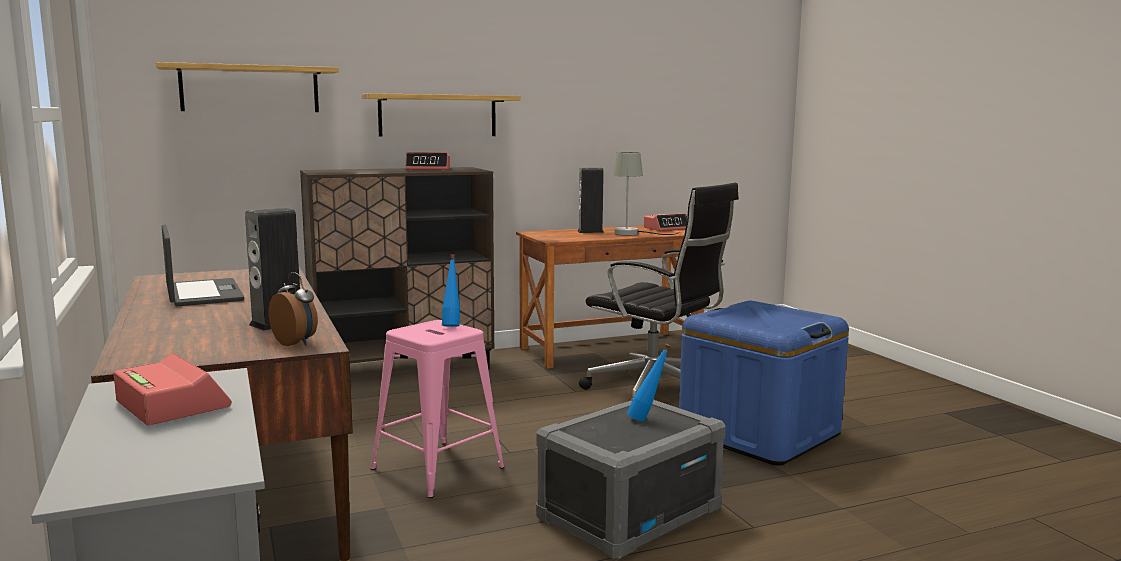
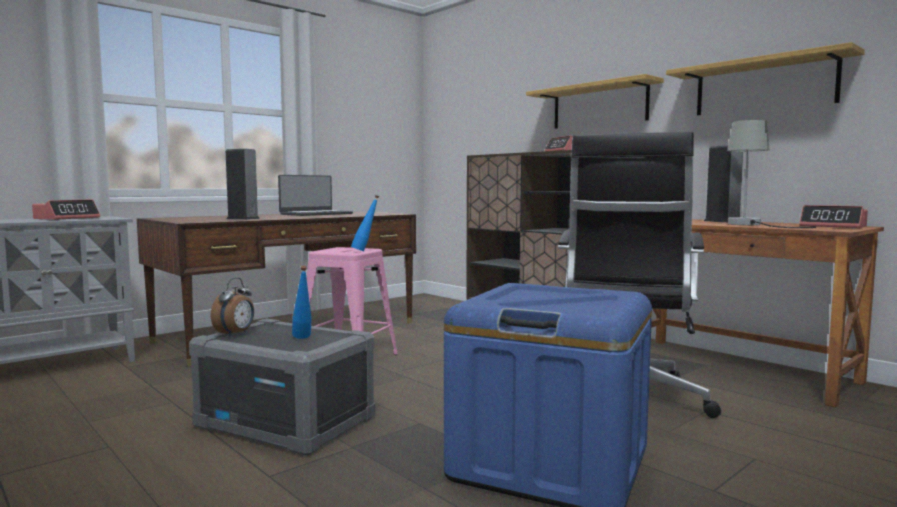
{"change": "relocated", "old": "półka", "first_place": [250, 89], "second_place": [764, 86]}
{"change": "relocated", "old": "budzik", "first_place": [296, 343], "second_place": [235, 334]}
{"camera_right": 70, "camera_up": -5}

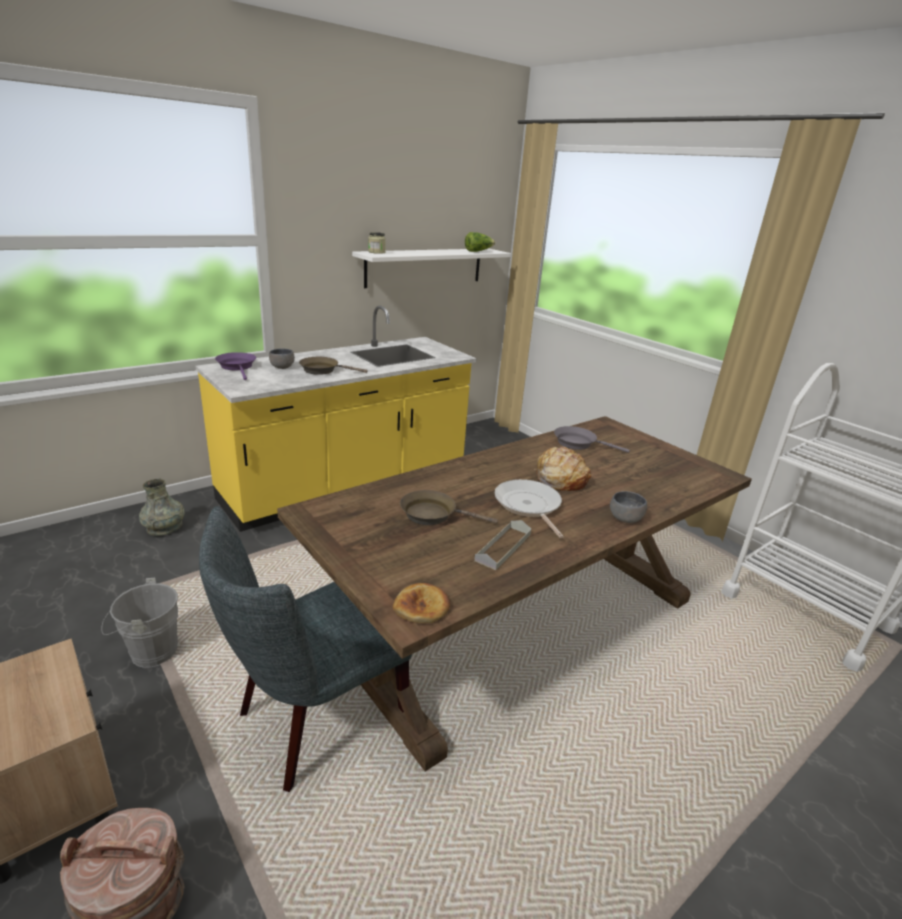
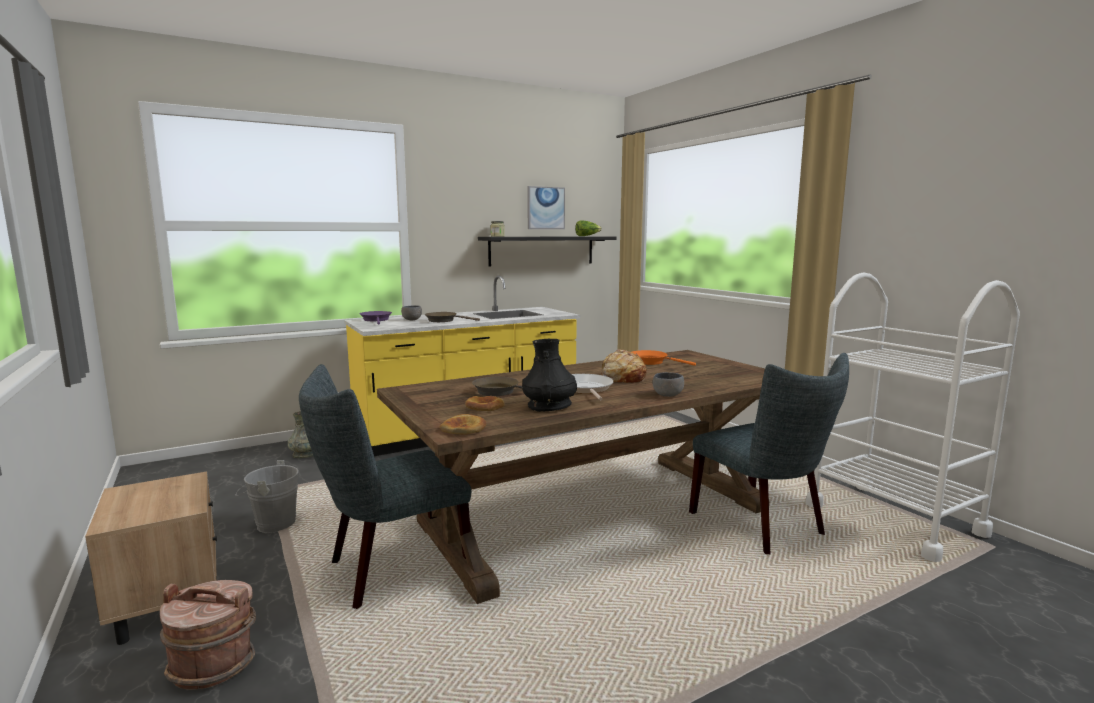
{"change": "appeared", "new": "chleb", "second_place": [485, 407]}
{"change": "appeared", "new": "obraz", "second_place": [545, 208]}
{"change": "appeared", "new": "krzesło [szary]", "second_place": [763, 526]}
{"change": "exchanged", "old": "taca [szary]", "new": "wazon [czarny]", "first_place": [503, 547], "second_place": [549, 406]}
{"change": "colour", "old": "półka [biały]", "new": "półka [czarny]", "first_place": [425, 267], "second_place": [542, 250]}
{"change": "colour", "old": "patelnia [szary]", "new": "patelnia [pomarańczowy]", "first_place": [578, 443], "second_place": [652, 362]}
{"camera_right": 10, "camera_up": -15}

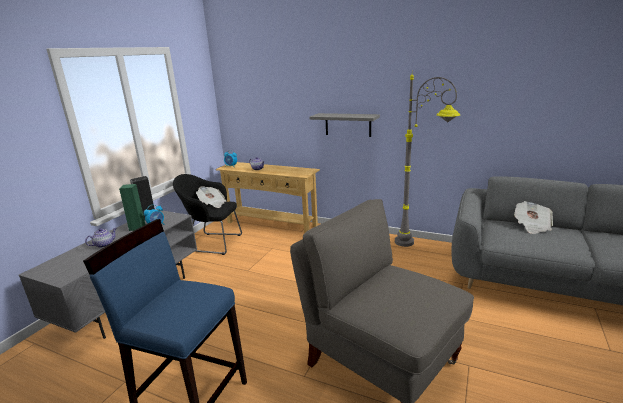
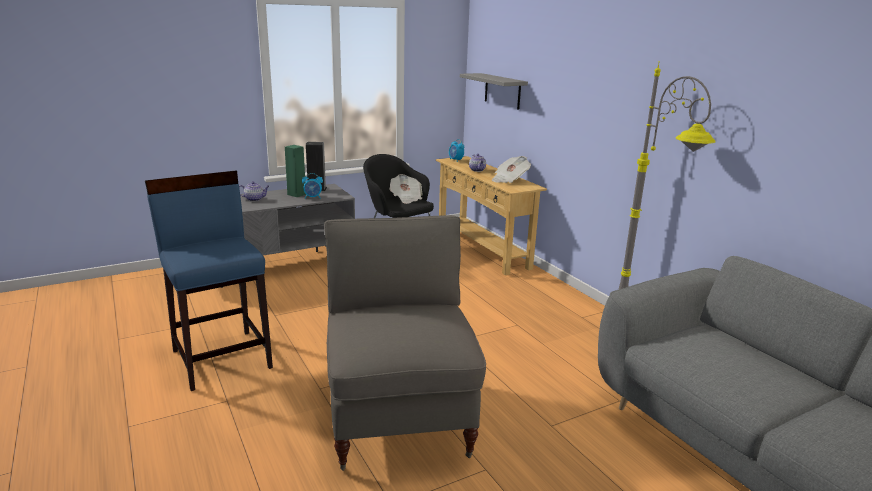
{"change": "relocated", "old": "półka [szary]", "first_place": [348, 124], "second_place": [502, 91]}
{"change": "relocated", "old": "gazeta", "first_place": [532, 226], "second_place": [509, 180]}
{"camera_right": 35, "camera_up": 0}

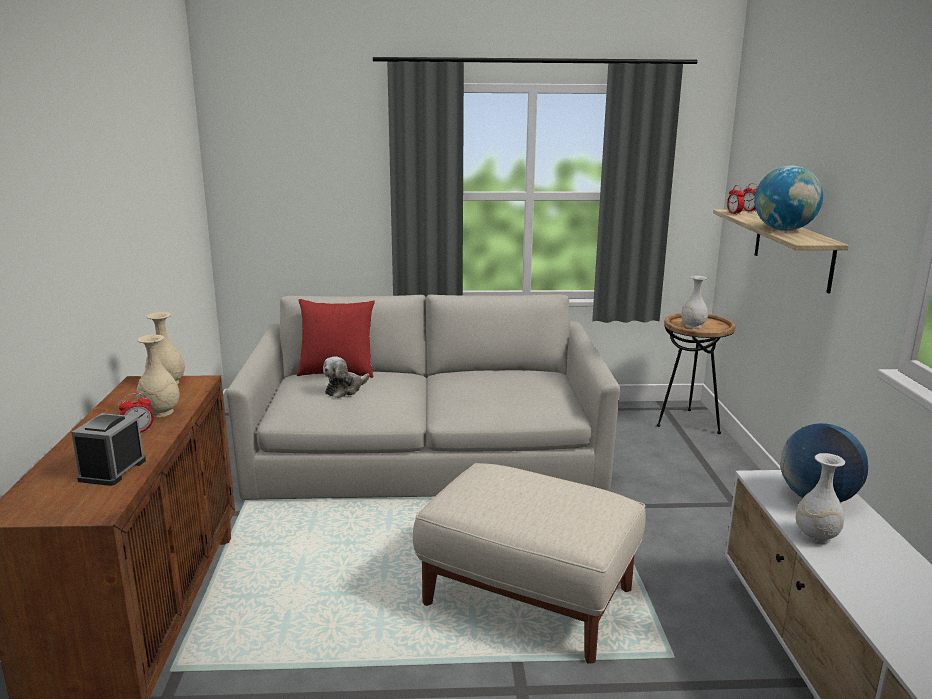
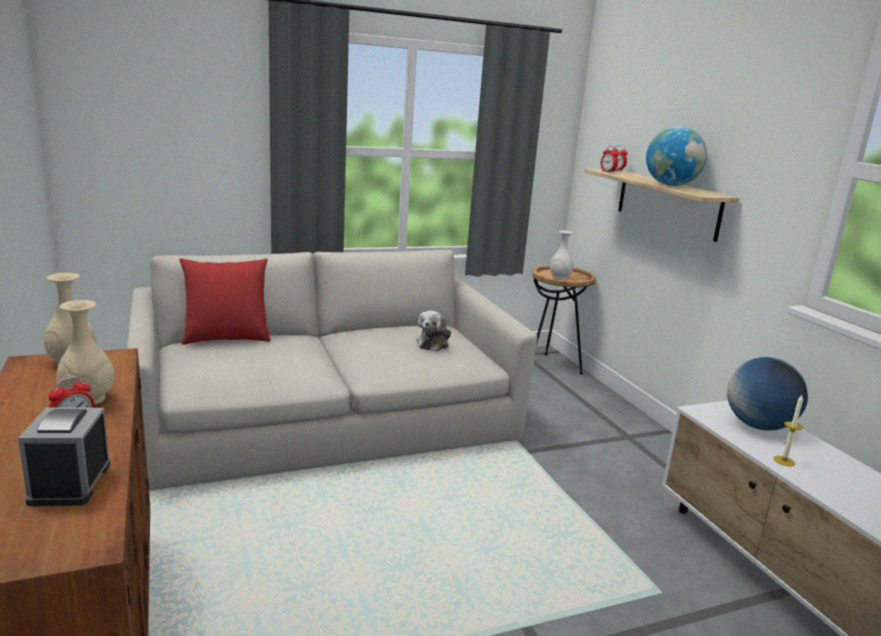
{"change": "missing", "old": "pufa [beżowy]", "first_place": [528, 597]}
{"change": "relocated", "old": "pluszak", "first_place": [345, 390], "second_place": [433, 343]}
{"change": "exchanged", "old": "wazon [biały]", "new": "świeca", "first_place": [815, 536], "second_place": [784, 461]}
{"camera_right": -20, "camera_up": 0}

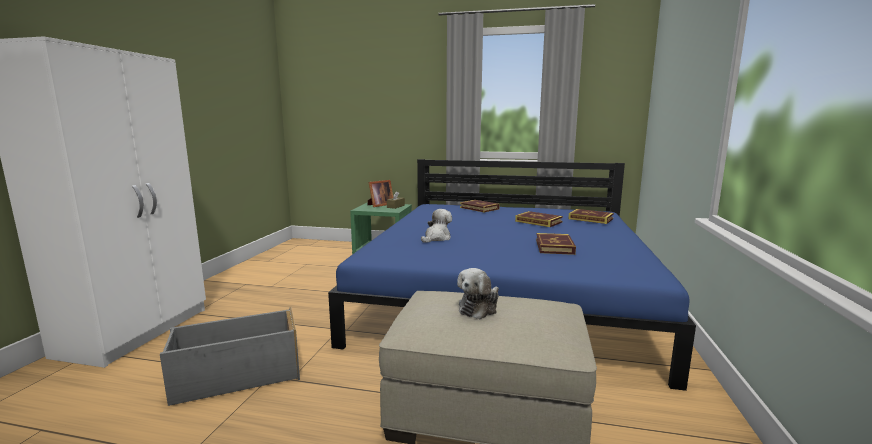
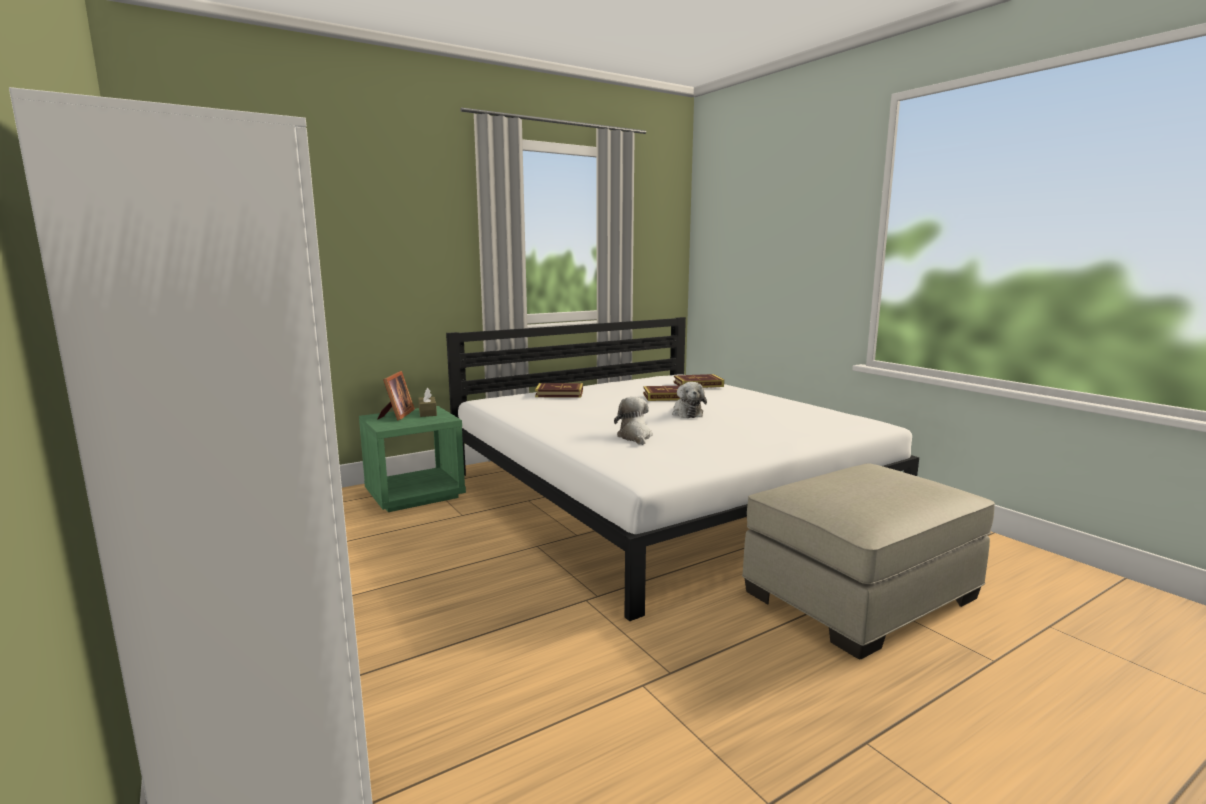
{"change": "missing", "old": "pojemnik do przechowywania [szary]", "first_place": [237, 377]}
{"change": "missing", "old": "książka", "first_place": [554, 247]}
{"change": "relocated", "old": "pluszak", "first_place": [479, 307], "second_place": [687, 413]}
{"change": "colour", "old": "łóżko [niebieski]", "new": "łóżko [biały]", "first_place": [506, 295], "second_place": [663, 494]}
{"camera_right": -45, "camera_up": 0}

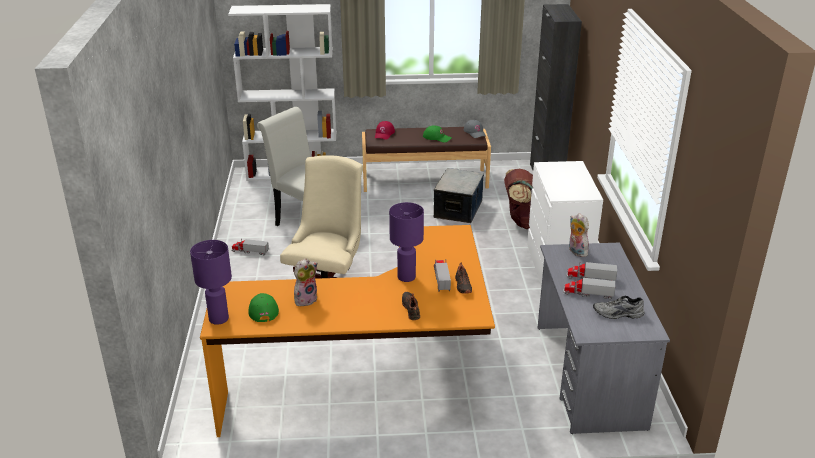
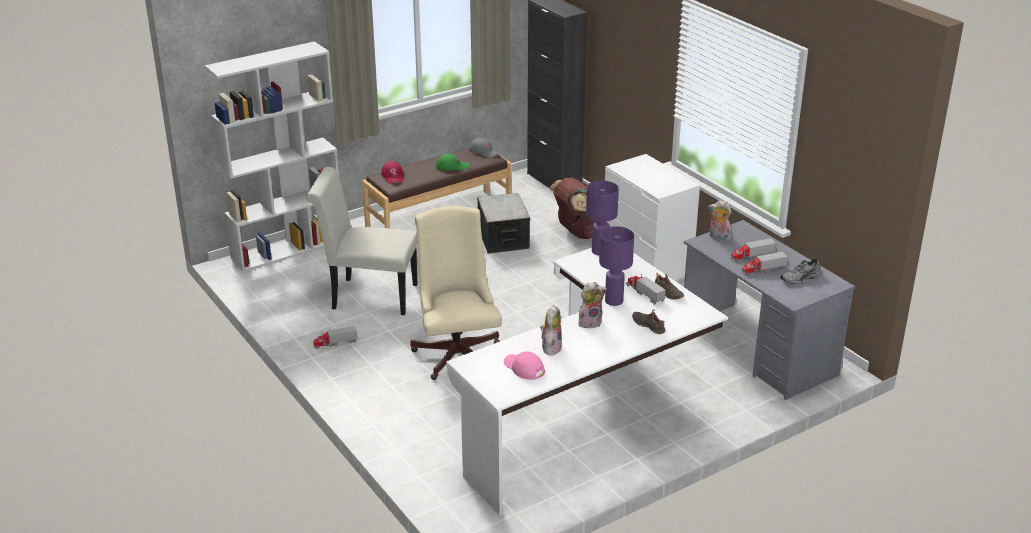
{"change": "appeared", "new": "pluszak", "second_place": [590, 322]}
{"change": "relocated", "old": "lampa stołowa [fioletowy]", "first_place": [218, 319], "second_place": [600, 252]}
{"change": "colour", "old": "biurko [pomarańczowy]", "new": "biurko [biały]", "first_place": [373, 384], "second_place": [590, 421]}
{"change": "colour", "old": "czapka z daszkiem [zielony]", "new": "czapka z daszkiem [różowy]", "first_place": [263, 309], "second_place": [523, 368]}
{"camera_right": -30, "camera_up": 0}

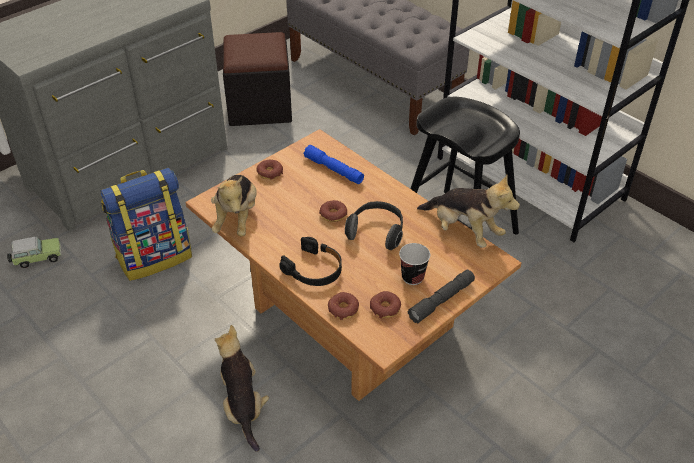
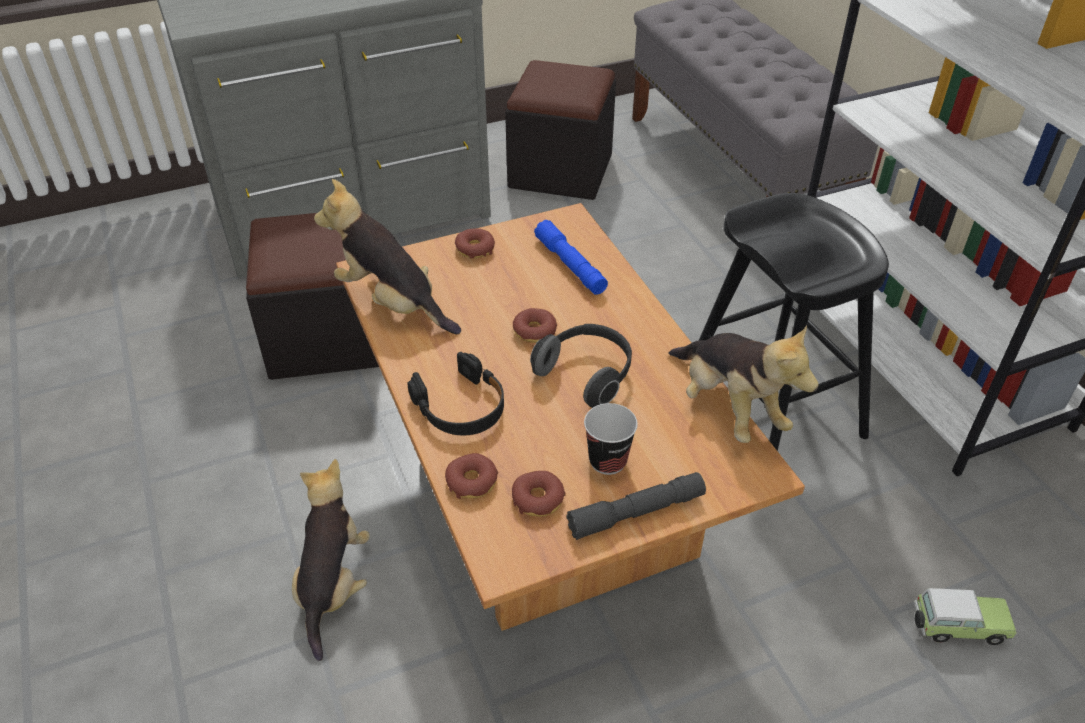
{"change": "relocated", "old": "samochodzik", "first_place": [37, 258], "second_place": [956, 626]}
{"change": "exchanged", "old": "plecak", "new": "pufa [czarny]", "first_place": [155, 256], "second_place": [325, 337]}
{"change": "spun", "old": "pluszak", "first_place": [237, 218], "second_place": [392, 302], "degrees": 105}
{"camera_right": 20, "camera_up": 0}

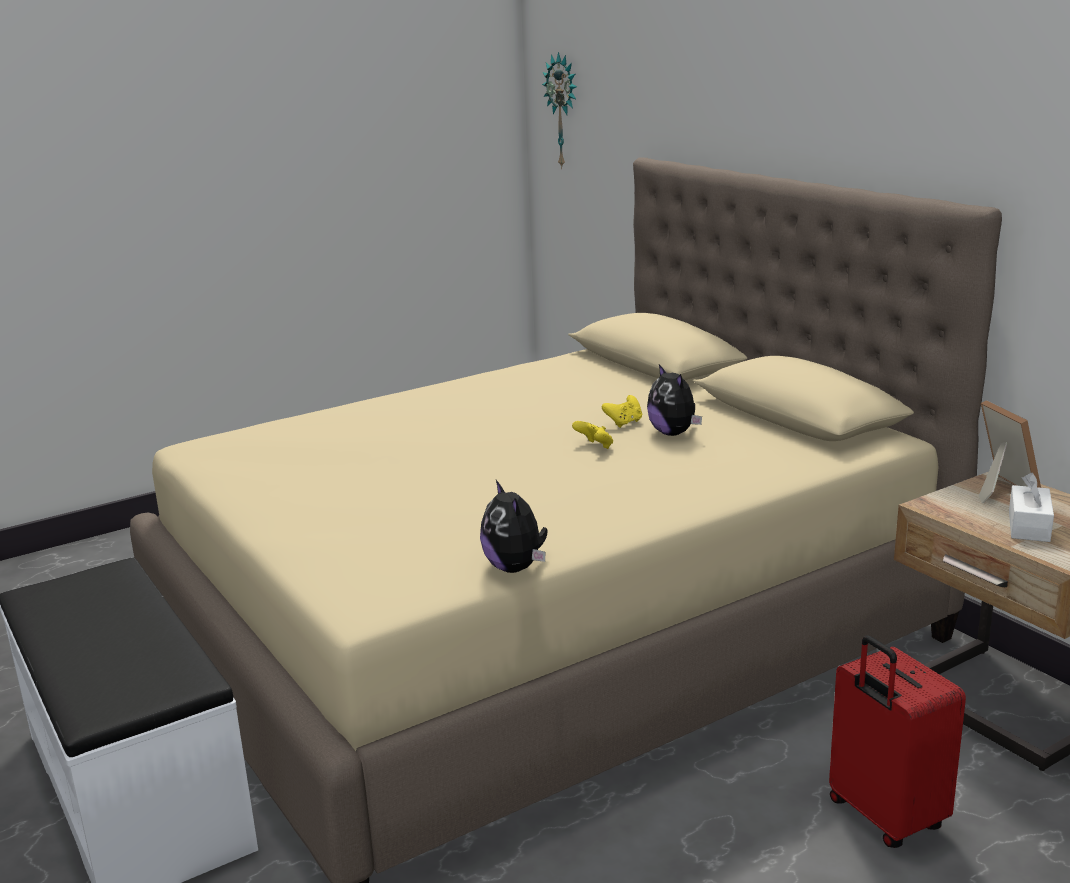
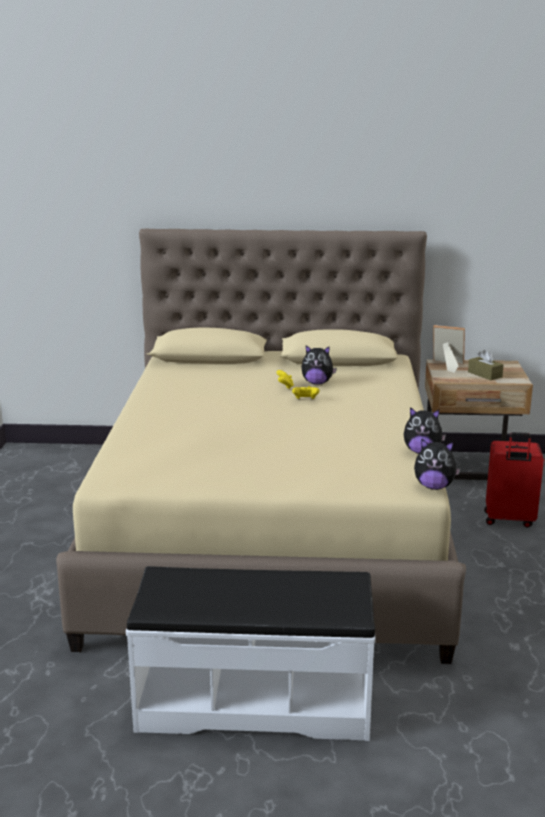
{"change": "missing", "old": "zegar ścienny", "first_place": [564, 111]}
{"change": "appeared", "new": "pluszak", "second_place": [434, 486]}
{"change": "colour", "old": "pudełko chusteczek [biały]", "new": "pudełko chusteczek [brązowy]", "first_place": [1028, 526], "second_place": [485, 374]}
{"camera_right": -55, "camera_up": 0}

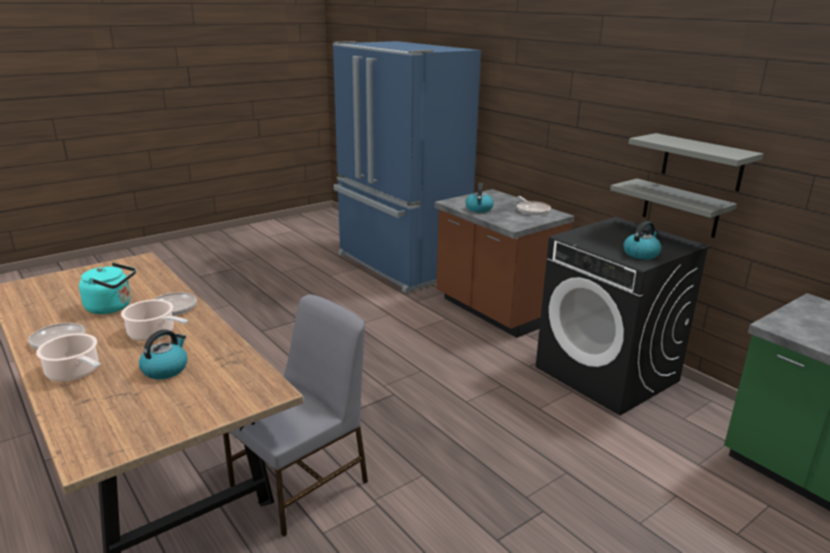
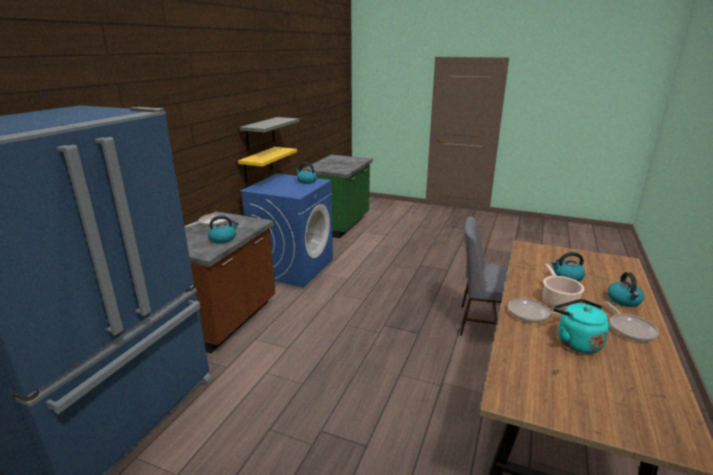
{"change": "exchanged", "old": "garnek", "new": "czajnik", "first_place": [75, 373], "second_place": [624, 301]}
{"change": "colour", "old": "pralka [czarny]", "new": "pralka [niebieski]", "first_place": [607, 374], "second_place": [293, 267]}
{"change": "colour", "old": "półka [szary]", "new": "półka [żółty]", "first_place": [680, 208], "second_place": [258, 164]}
{"camera_right": -120, "camera_up": 0}

